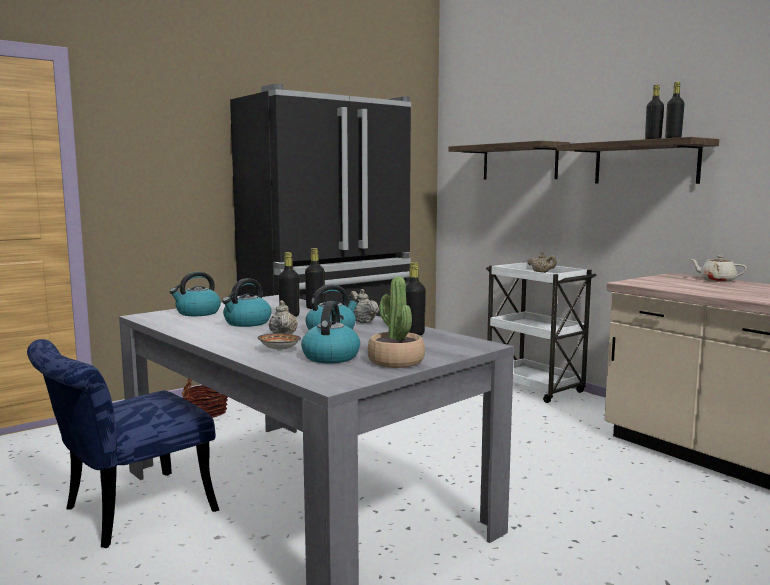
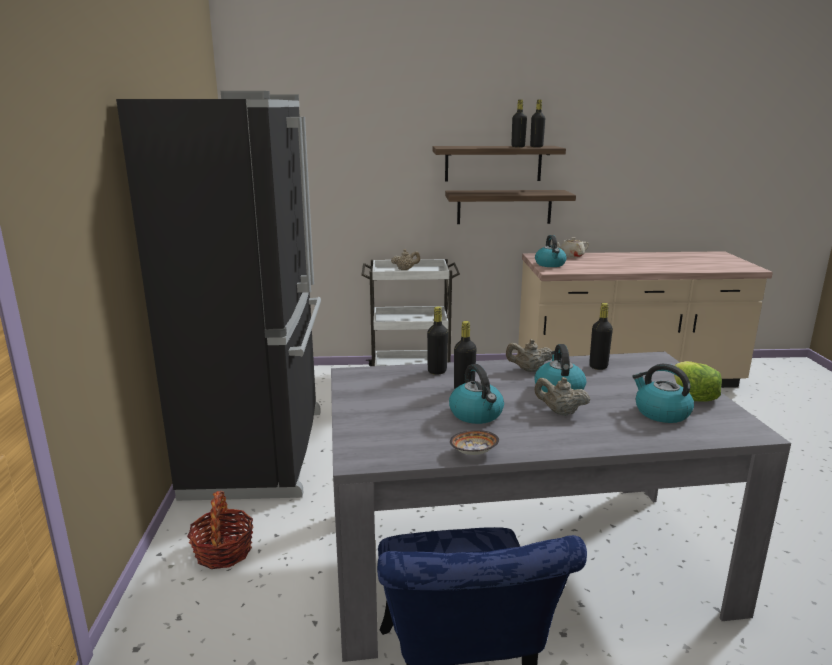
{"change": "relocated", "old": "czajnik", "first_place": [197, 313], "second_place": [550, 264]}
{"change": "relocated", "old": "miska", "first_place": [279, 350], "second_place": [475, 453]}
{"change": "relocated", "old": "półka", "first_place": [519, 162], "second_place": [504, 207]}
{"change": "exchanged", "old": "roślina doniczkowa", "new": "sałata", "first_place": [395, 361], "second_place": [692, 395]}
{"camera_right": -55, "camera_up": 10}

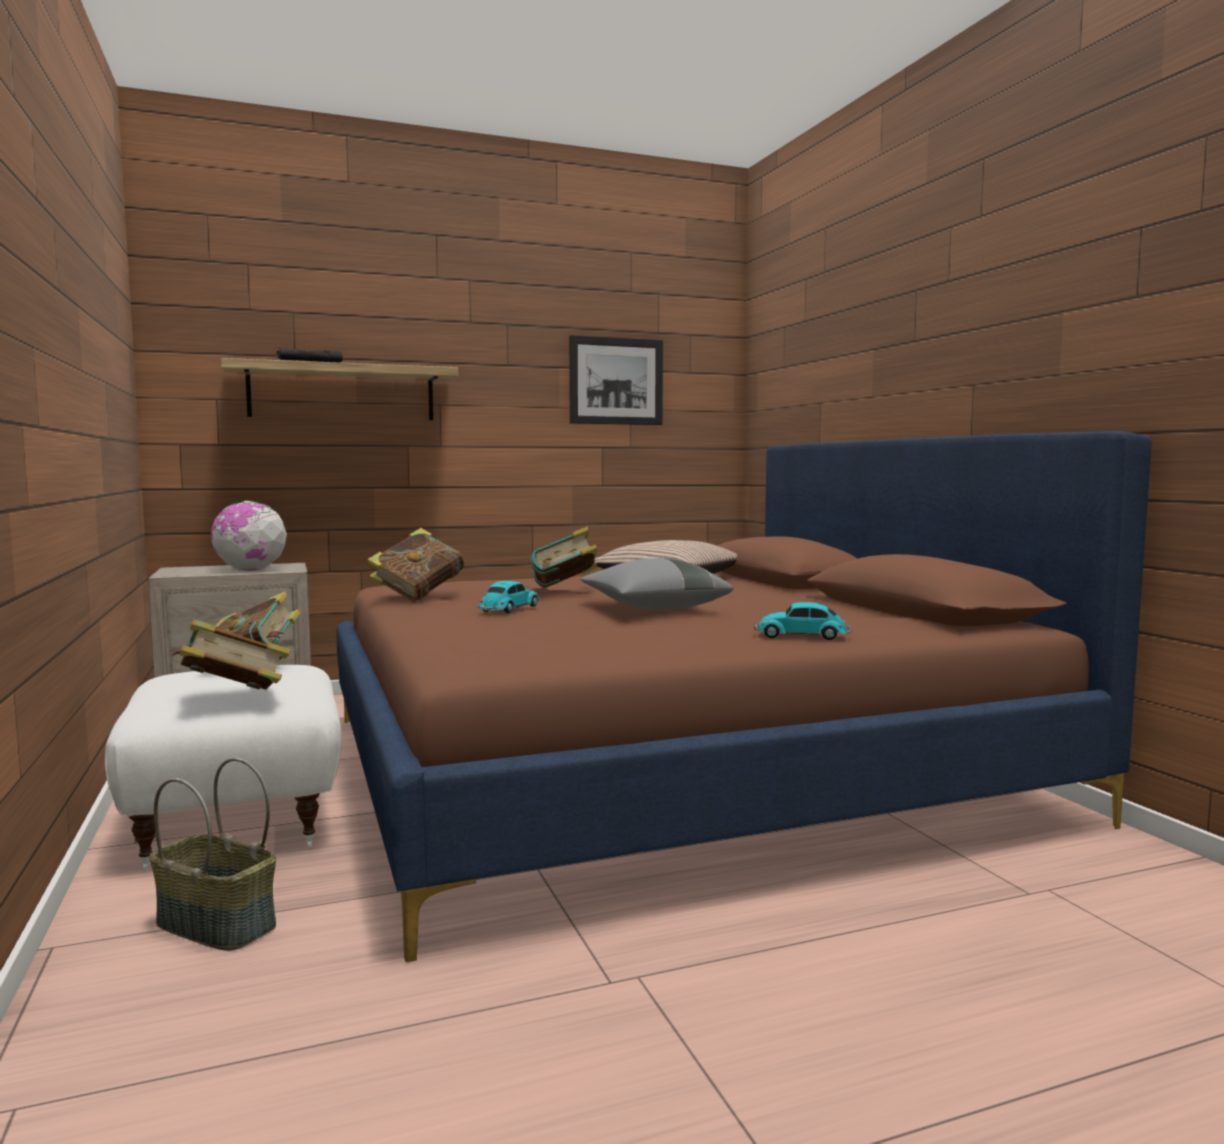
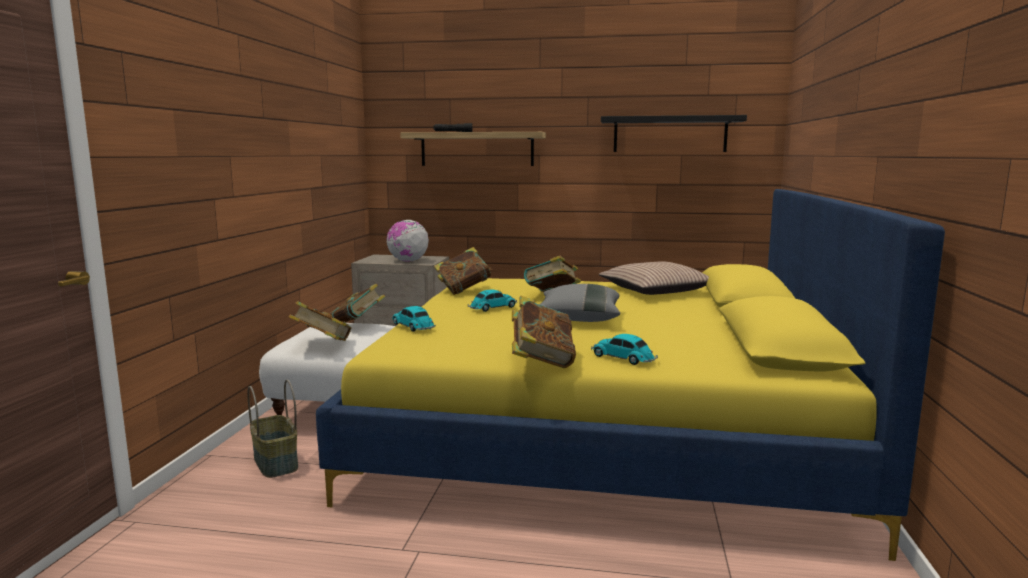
{"change": "appeared", "new": "samochodzik", "second_place": [414, 327]}
{"change": "appeared", "new": "książka", "second_place": [541, 361]}
{"change": "exchanged", "old": "obraz", "new": "półka [czarny]", "first_place": [616, 381], "second_place": [669, 134]}
{"change": "colour", "old": "łóżko [brązowy]", "new": "łóżko [żółty]", "first_place": [666, 766], "second_place": [602, 426]}
{"camera_right": 30, "camera_up": 5}

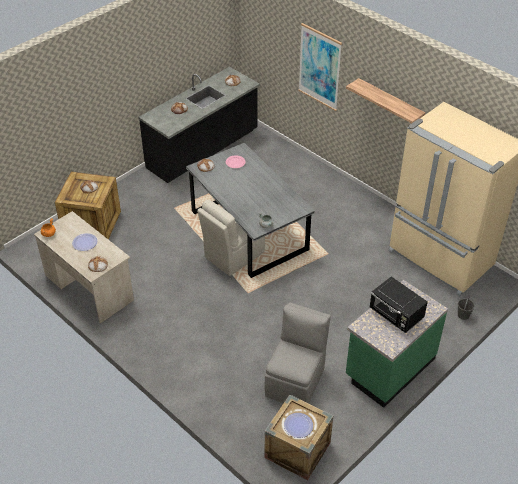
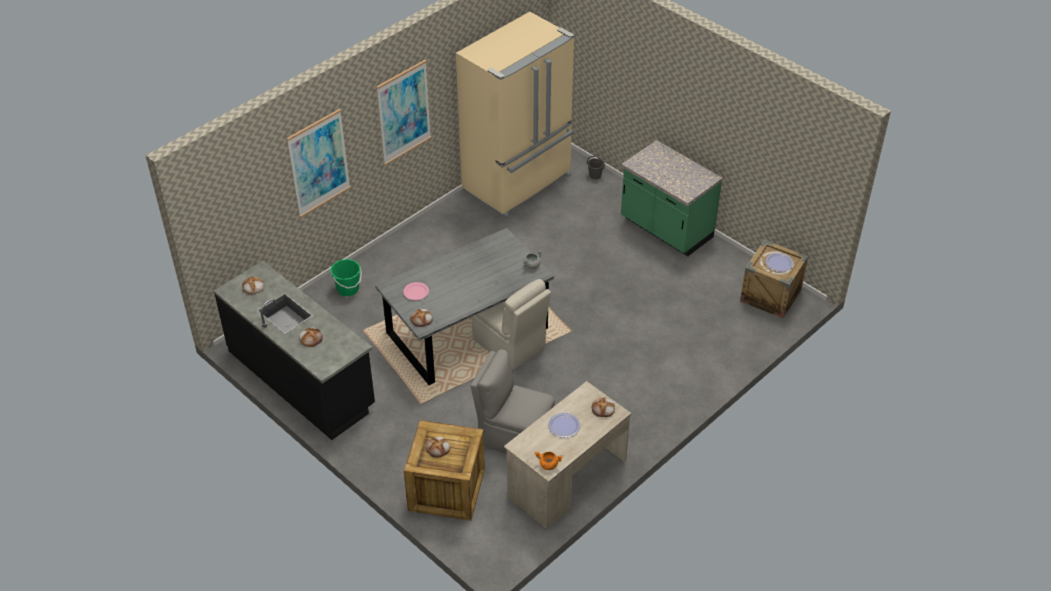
{"change": "missing", "old": "mikrofalówka [czarny]", "first_place": [396, 315]}
{"change": "appeared", "new": "wiadro [zielony]", "second_place": [348, 289]}
{"change": "relocated", "old": "krzesło [szary]", "first_place": [296, 381], "second_place": [515, 436]}
{"change": "exchanged", "old": "półka", "new": "obraz", "first_place": [390, 102], "second_place": [404, 112]}
{"camera_right": -90, "camera_up": 0}

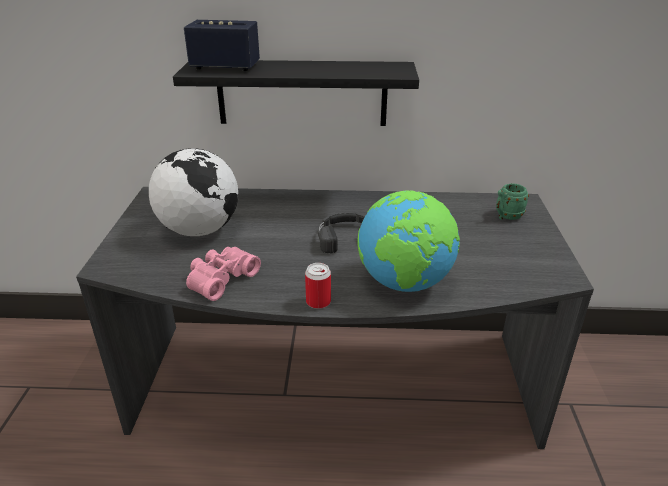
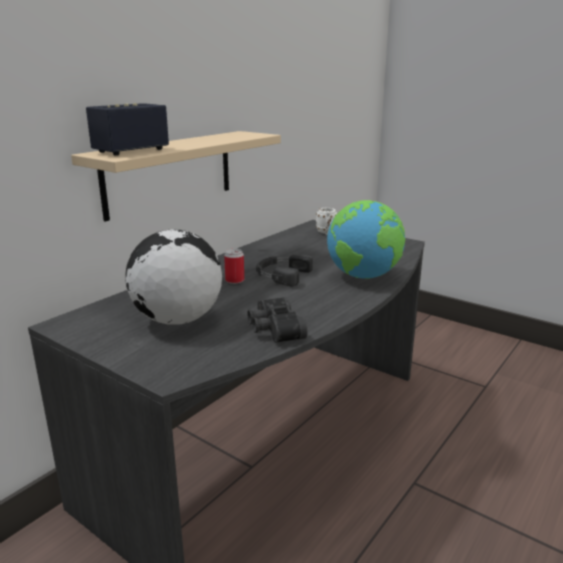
{"change": "relocated", "old": "puszka", "first_place": [318, 302], "second_place": [234, 280]}
{"change": "colour", "old": "półka [czarny]", "new": "półka [beżowy]", "first_place": [302, 93], "second_place": [170, 173]}
{"change": "colour", "old": "lornetka [różowy]", "new": "lornetka [czarny]", "first_place": [220, 279], "second_place": [273, 329]}
{"change": "colour", "old": "kubek [zielony]", "new": "kubek [biały]", "first_place": [506, 216], "second_place": [326, 233]}
{"camera_right": -55, "camera_up": -10}

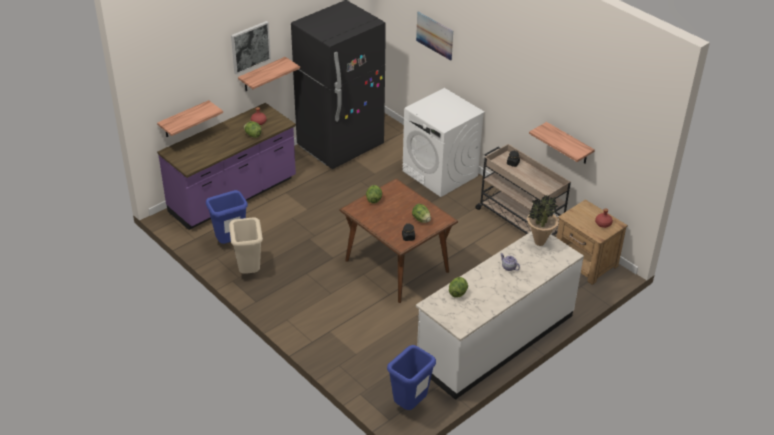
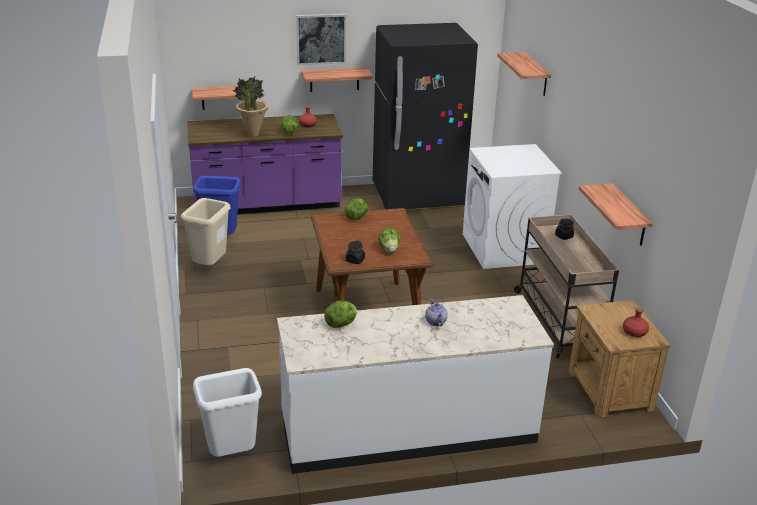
{"change": "relocated", "old": "roślina doniczkowa", "first_place": [539, 242], "second_place": [253, 134]}
{"change": "exchanged", "old": "obraz", "new": "półka", "first_place": [434, 35], "second_place": [536, 74]}
{"change": "colour", "old": "kosz na śmieci [niebieski]", "new": "kosz na śmieci [biały]", "first_place": [409, 405], "second_place": [231, 456]}
{"camera_right": 30, "camera_up": -10}

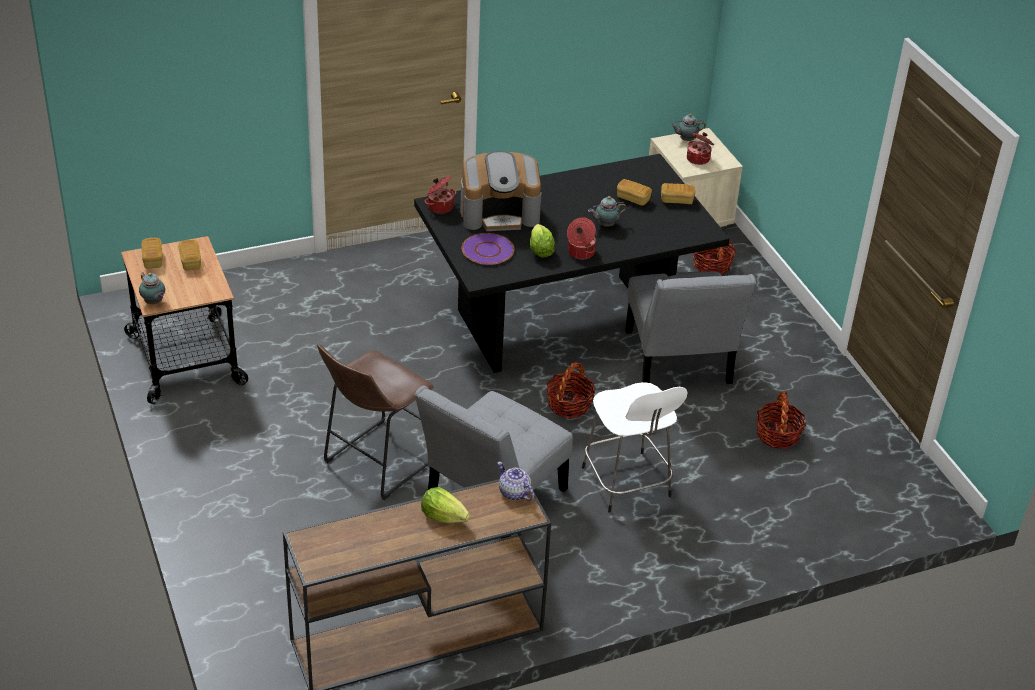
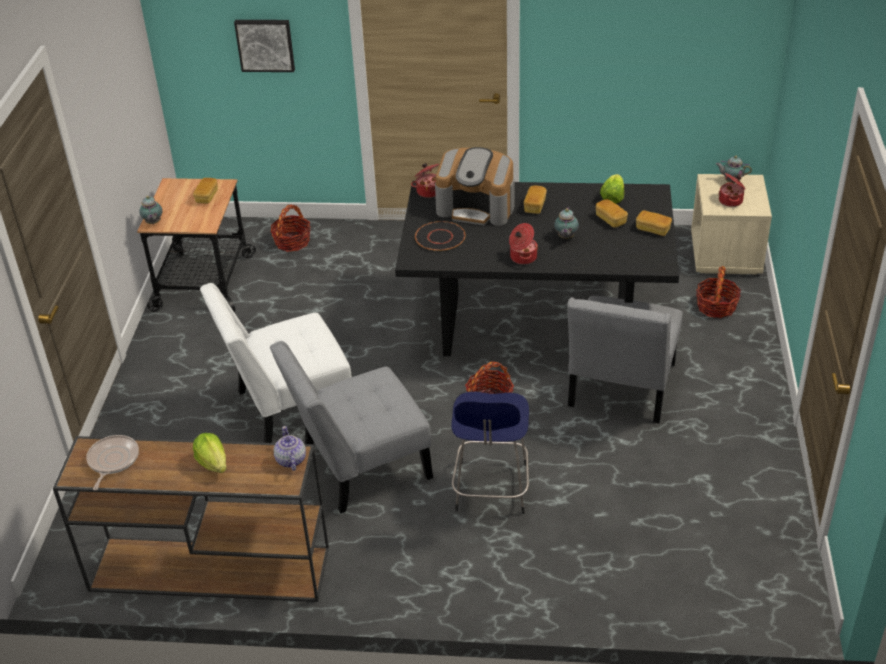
{"change": "appeared", "new": "patelnia", "second_place": [112, 461]}
{"change": "appeared", "new": "obraz", "second_place": [265, 44]}
{"change": "relocated", "old": "chleb", "first_place": [153, 260], "second_place": [535, 206]}
{"change": "relocated", "old": "sałata", "first_place": [540, 250], "second_place": [612, 198]}
{"change": "relocated", "old": "koszyk", "first_place": [777, 435], "second_place": [292, 242]}
{"change": "exchanged", "old": "stołek [brązowy]", "new": "krzesło [biały]", "first_place": [377, 462], "second_place": [288, 407]}
{"change": "colour", "old": "talerz [fioletowy]", "new": "talerz [czarny]", "first_place": [487, 250], "second_place": [440, 237]}
{"change": "colour", "old": "stołek [biały]", "new": "stołek [niebieski]", "first_place": [627, 484], "second_place": [491, 490]}
{"change": "spun", "old": "imbryk", "first_place": [605, 225], "second_place": [565, 237], "degrees": -90}
{"camera_right": 30, "camera_up": 0}

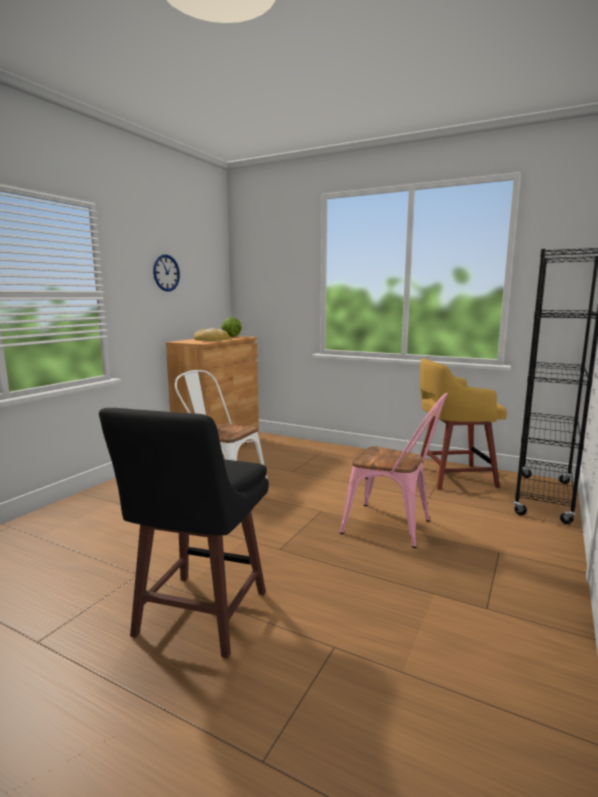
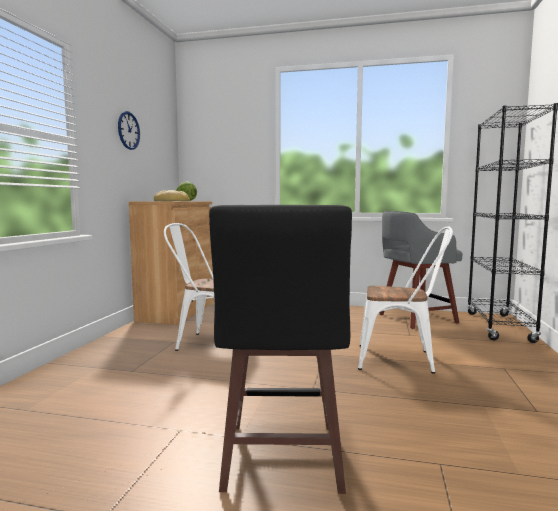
{"change": "colour", "old": "krzesło [różowy]", "new": "krzesło [biały]", "first_place": [394, 527], "second_place": [402, 359]}
{"change": "colour", "old": "stołek [żółty]", "new": "stołek [szary]", "first_place": [452, 477], "second_place": [415, 318]}
{"camera_right": -15, "camera_up": -5}

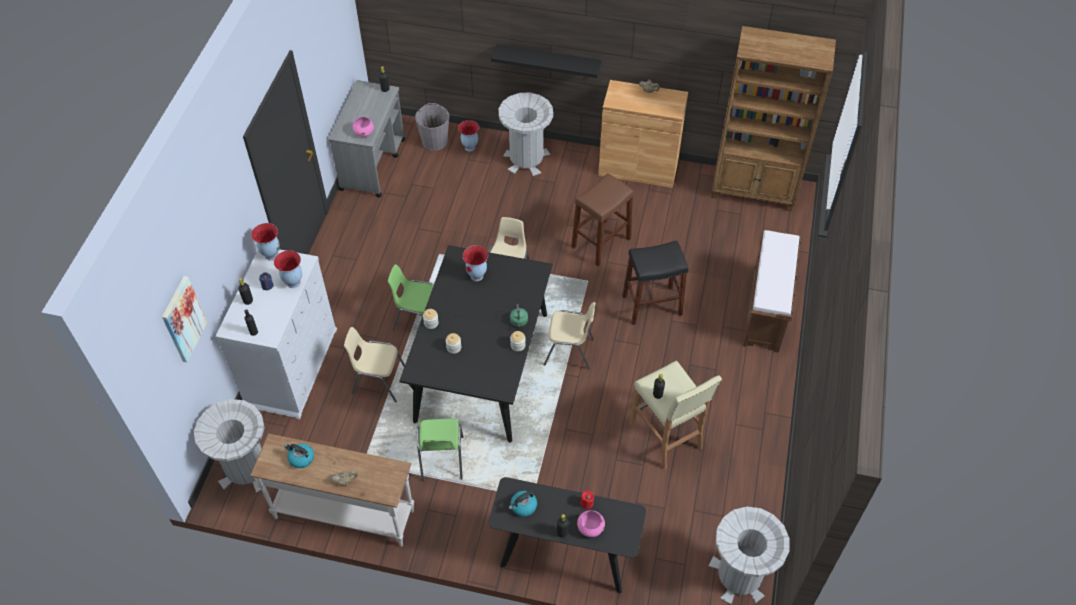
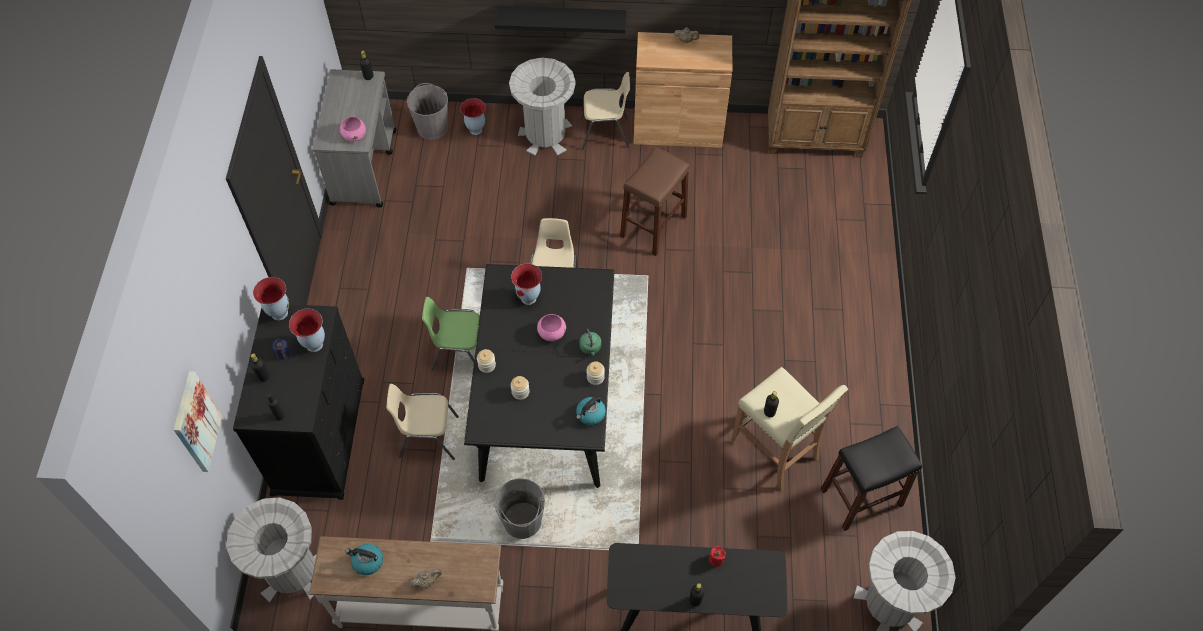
{"change": "missing", "old": "ławka [brązowy]", "first_place": [766, 311]}
{"change": "relocated", "old": "czajnik", "first_place": [523, 506], "second_place": [590, 414]}
{"change": "relocated", "old": "krzesło [beżowy]", "first_place": [569, 352], "second_place": [605, 133]}
{"change": "relocated", "old": "miska [różowy]", "first_place": [590, 528], "second_place": [551, 333]}
{"change": "relocated", "old": "stołek [czarny]", "first_place": [652, 305], "second_place": [861, 497]}
{"change": "exchanged", "old": "krzesło [zielony]", "new": "wiadro [szary]", "first_place": [441, 459], "second_place": [522, 521]}
{"change": "colour", "old": "komoda [biały]", "new": "komoda [czarny]", "first_place": [291, 366], "second_place": [318, 435]}
{"camera_right": -10, "camera_up": 5}

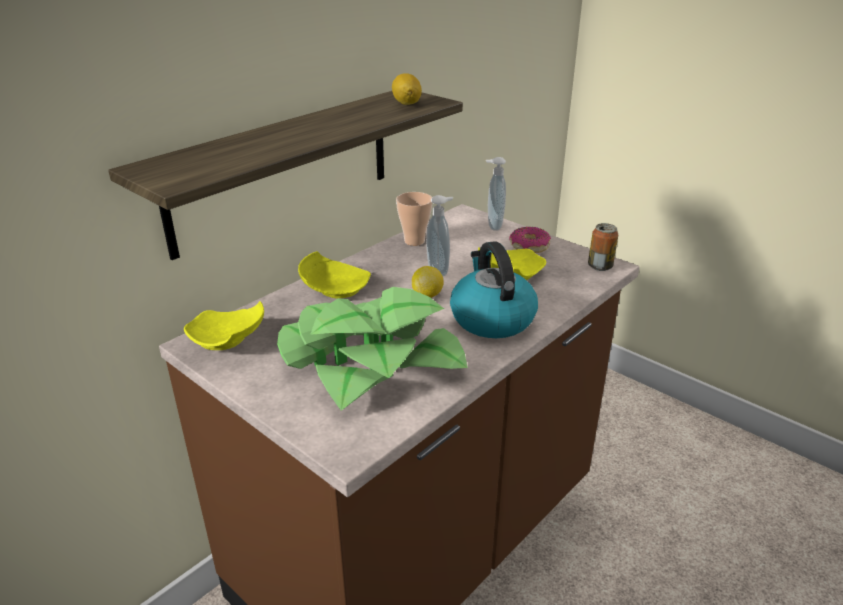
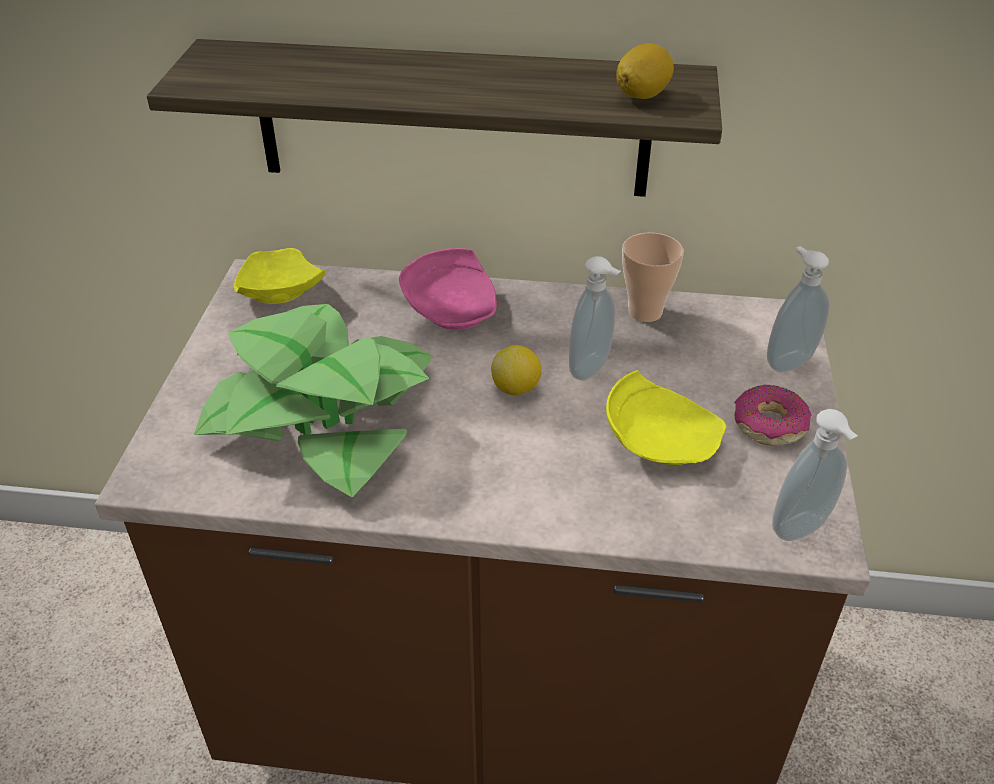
{"change": "missing", "old": "czajnik", "first_place": [491, 318]}
{"change": "exchanged", "old": "puszka", "new": "dozownik mydła", "first_place": [600, 266], "second_place": [802, 530]}
{"change": "colour", "old": "talerz [żółty]", "new": "talerz [różowy]", "first_place": [334, 288], "second_place": [453, 308]}
{"camera_right": 55, "camera_up": 10}

